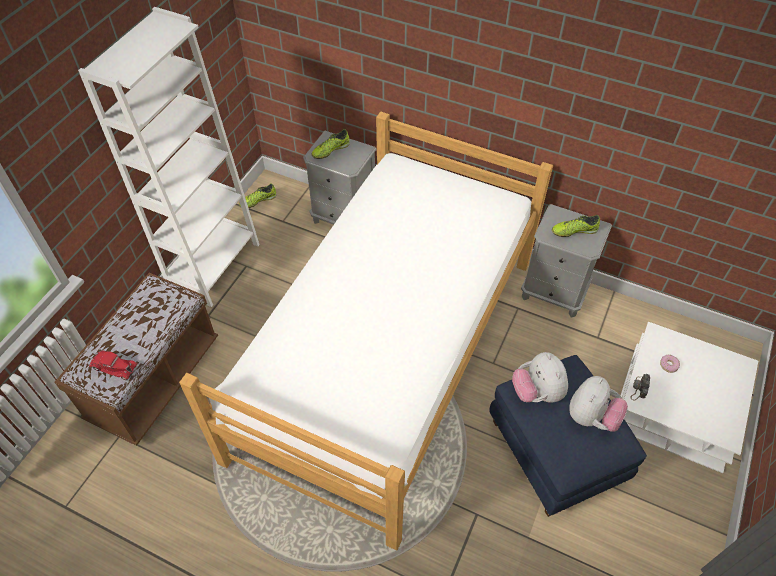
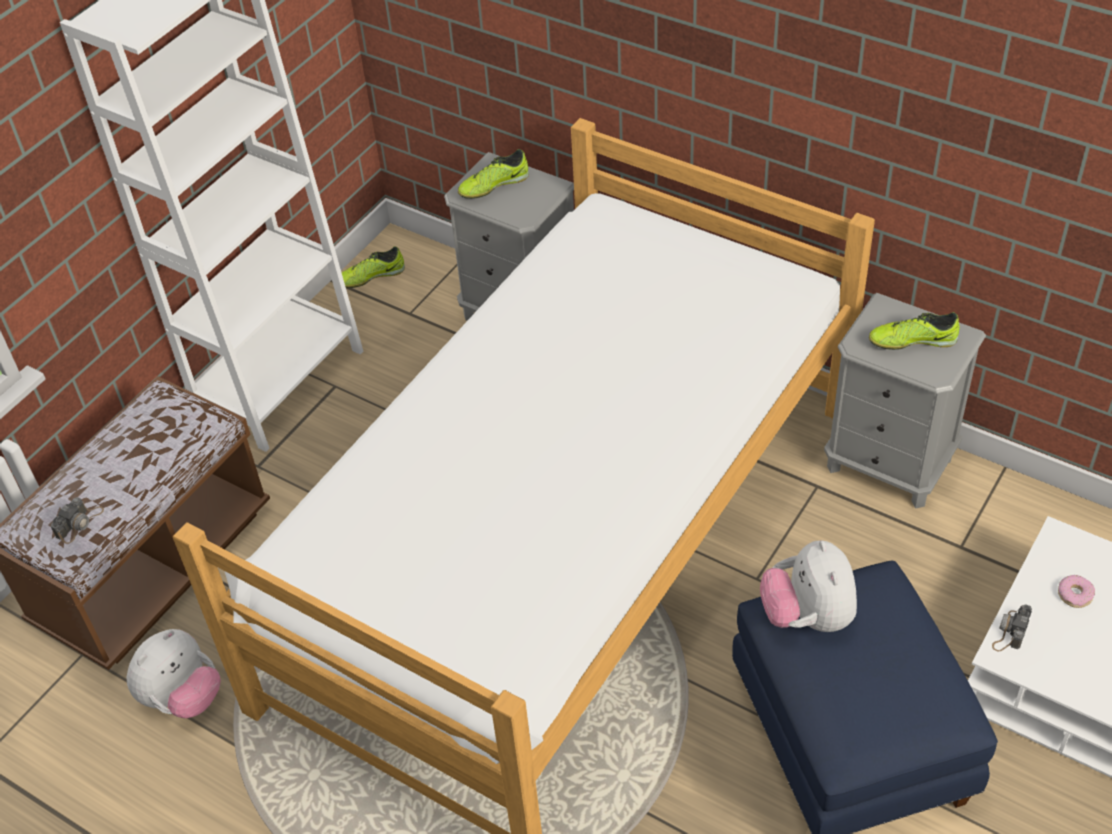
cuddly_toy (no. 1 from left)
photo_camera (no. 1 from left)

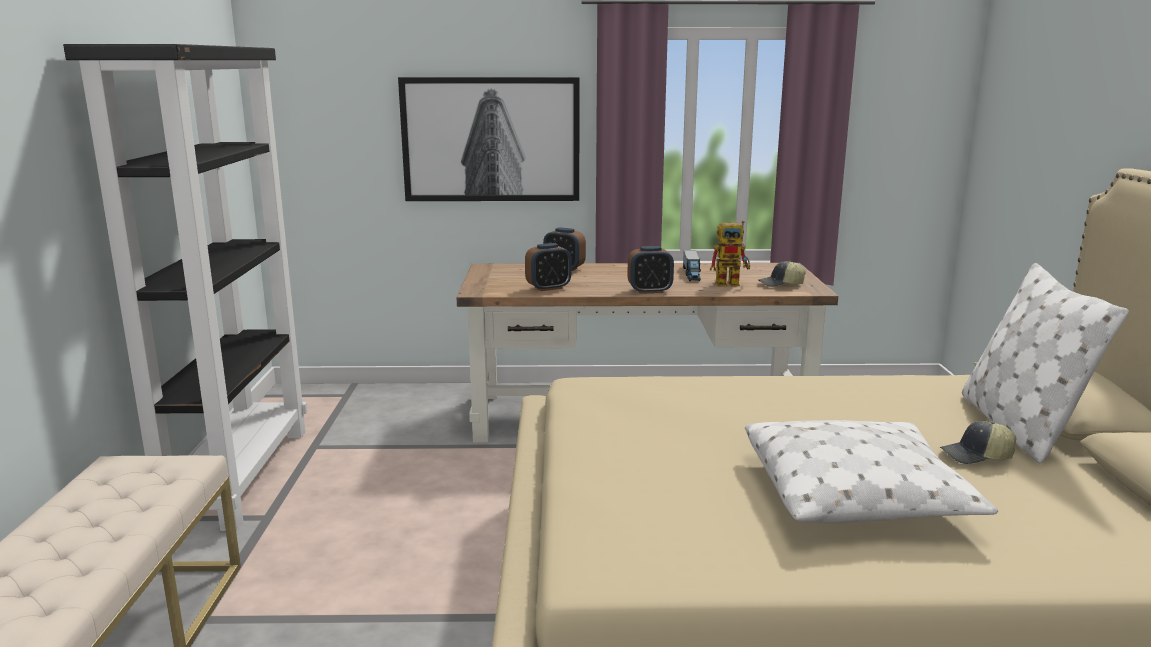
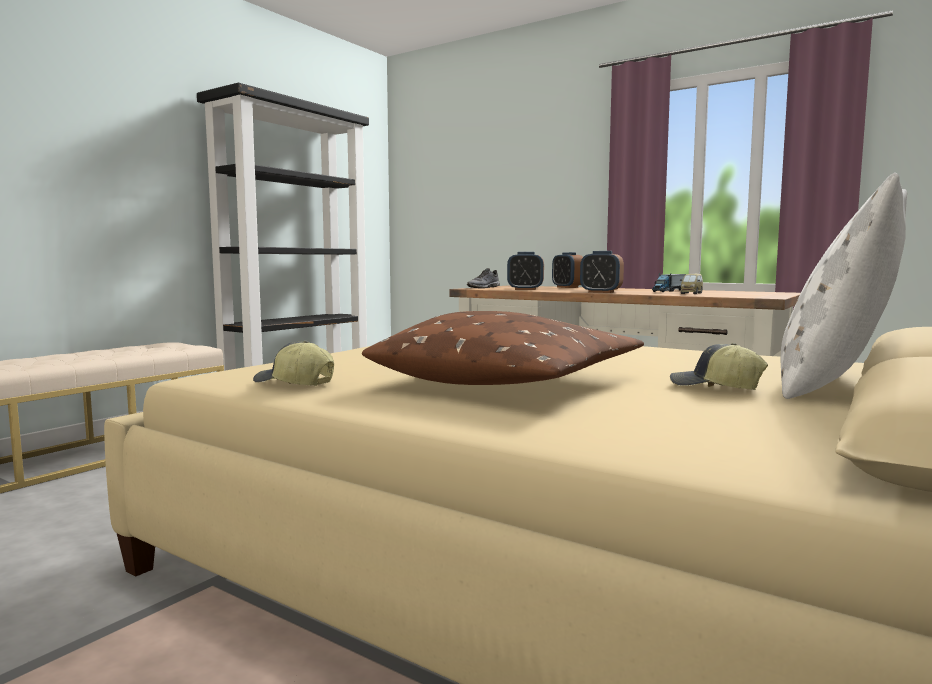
wall_picture
grey_item_of_footwear
cap (no. 1 from left)
toy_car
brownish_throw_pillow

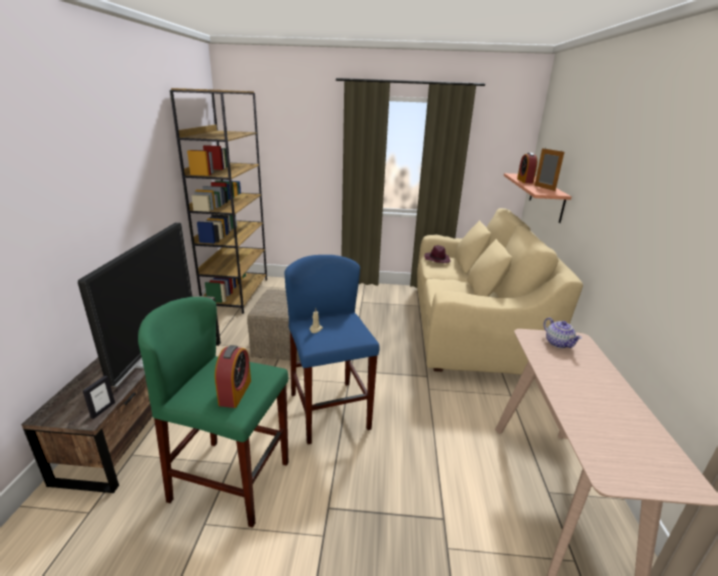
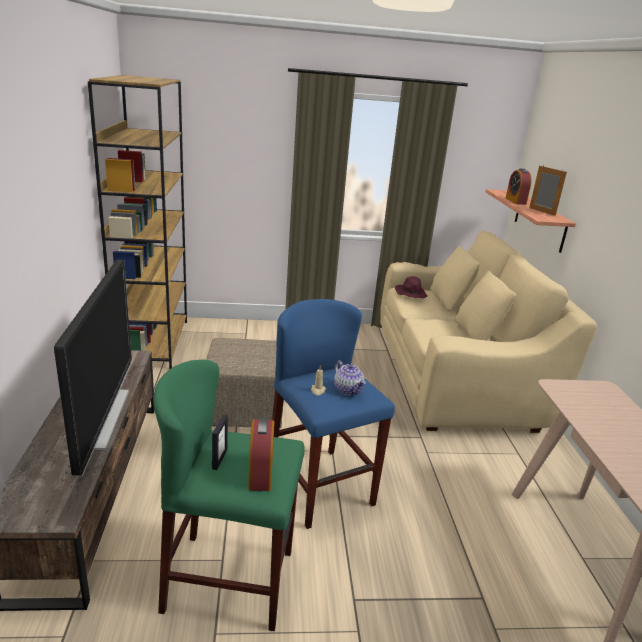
picture_frame (no. 1 from left)
pot_for_tea

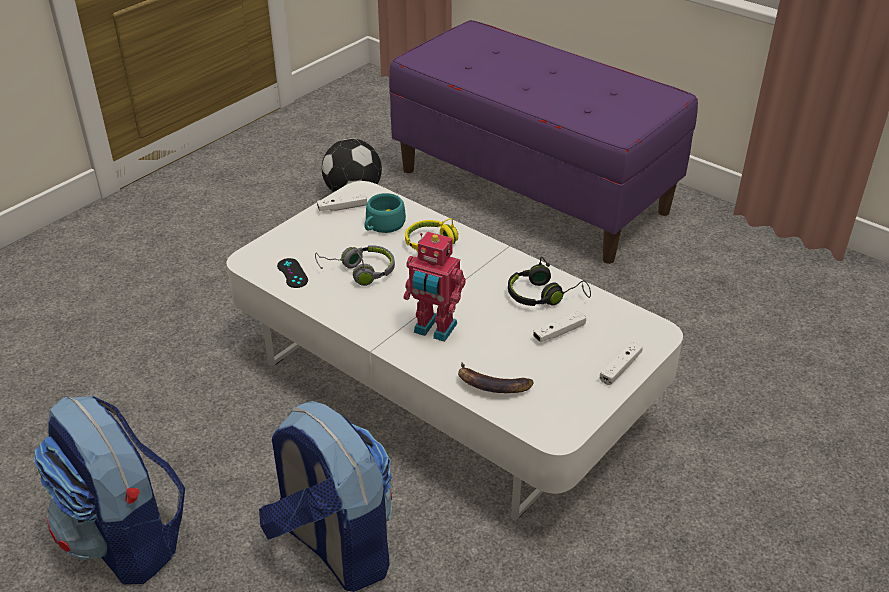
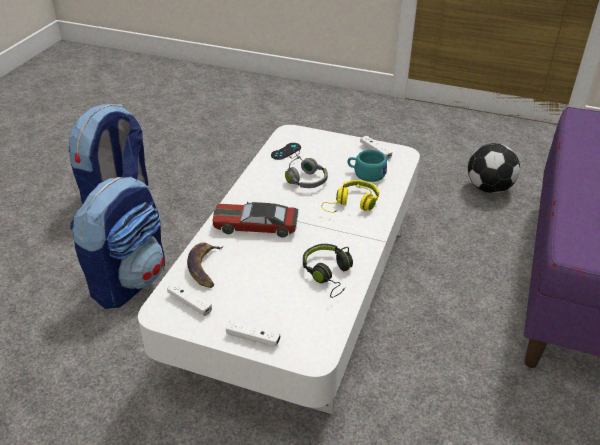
white_joypad (no. 1 from left)
toy_car

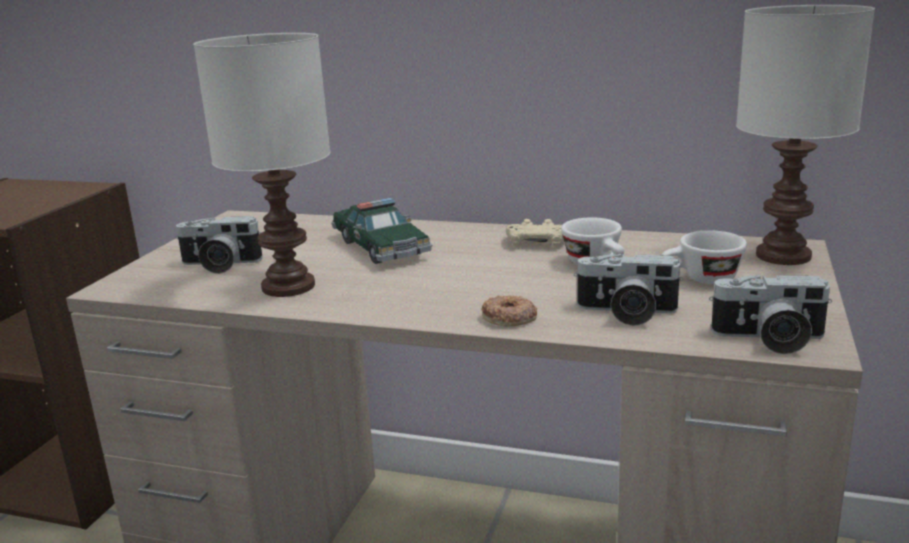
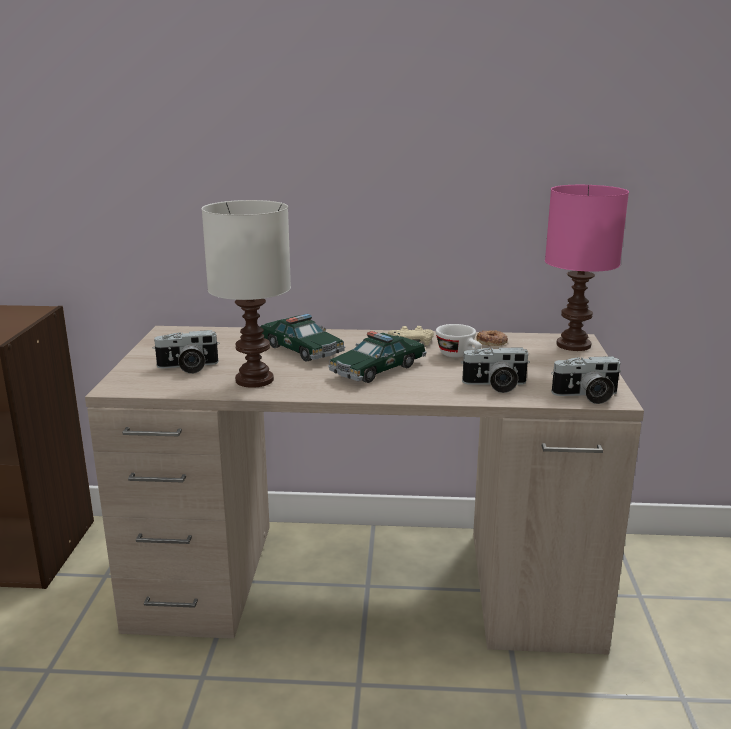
white_small_cup (no. 2 from left in the first image)
toy_car (no. 2 from left)
doughnut
pink-coloured_lamp_for_a_table

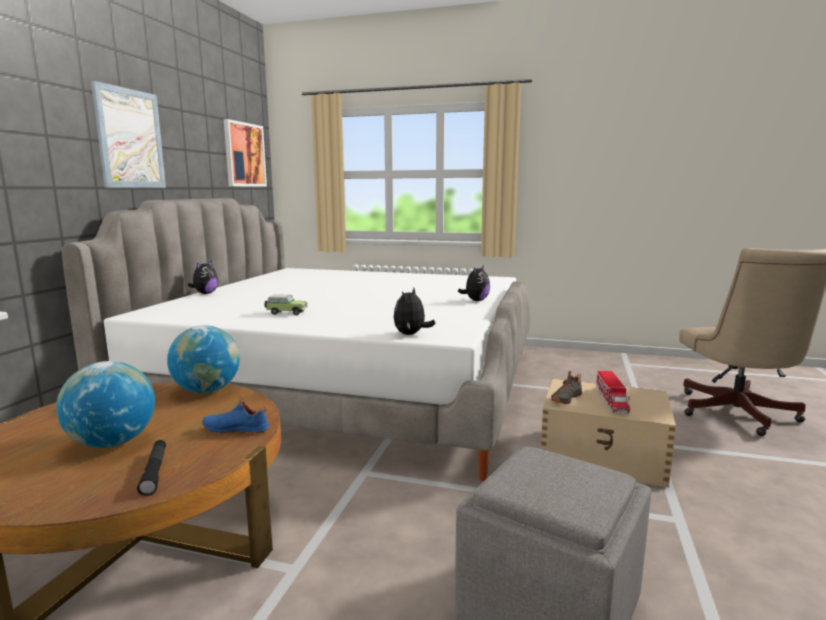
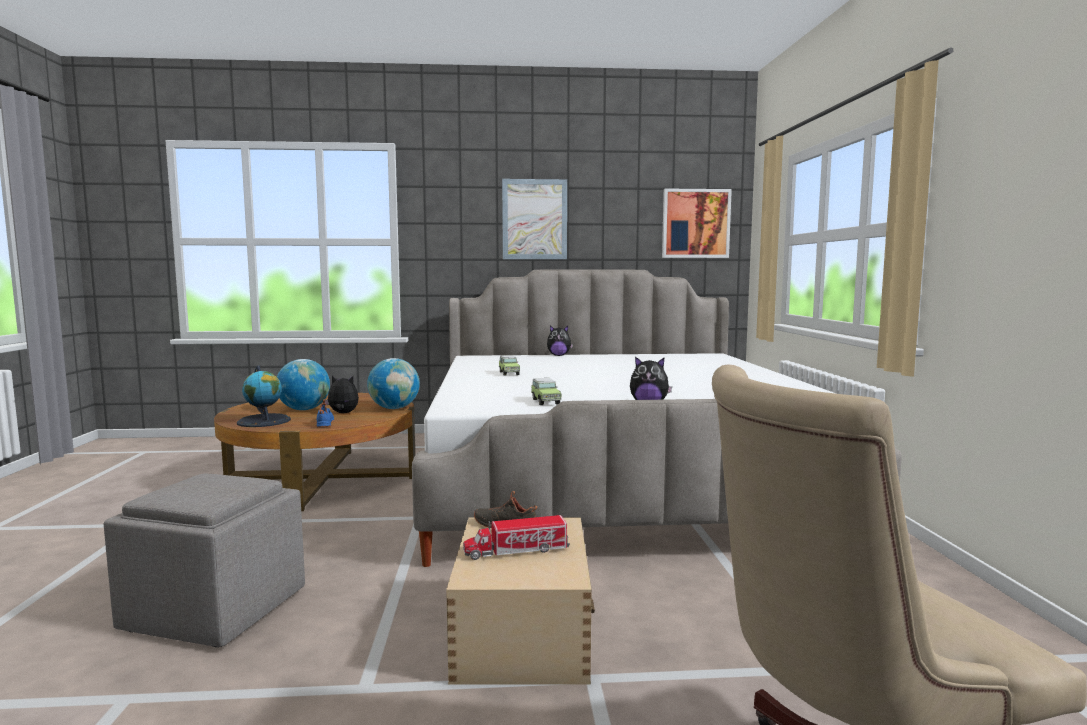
toy_car (no. 2 from left)
cuddly_toy (no. 1 from left)
desk_globe (no. 1 from left)

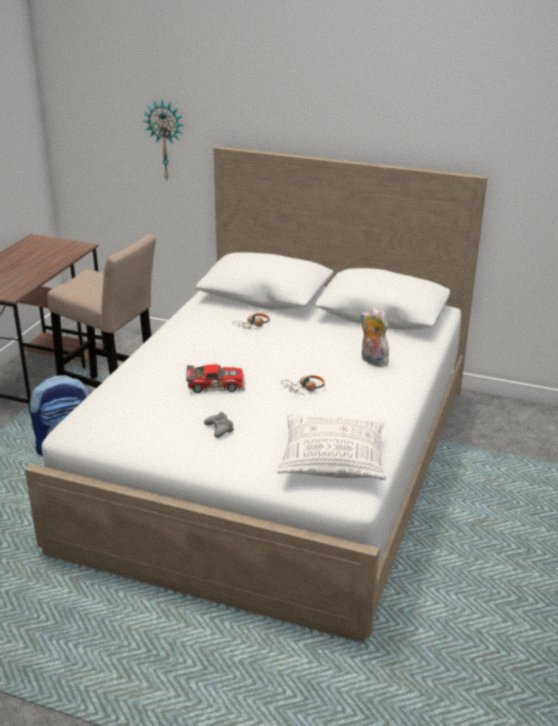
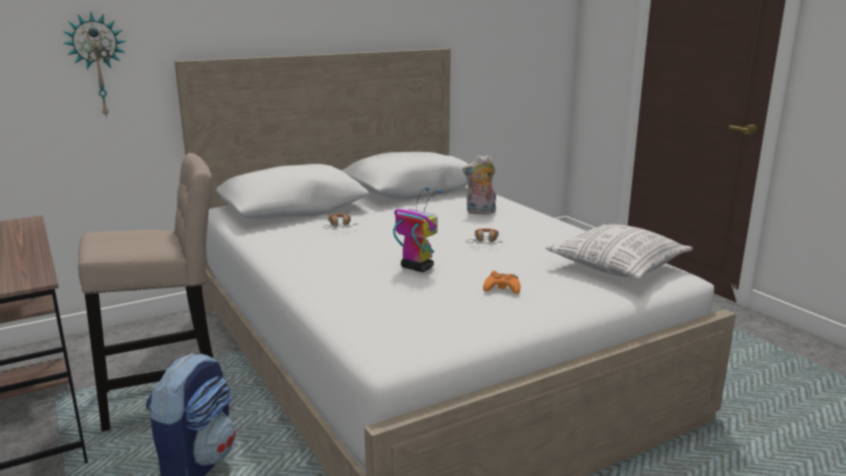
robot_figure
orange-coloured_joypad

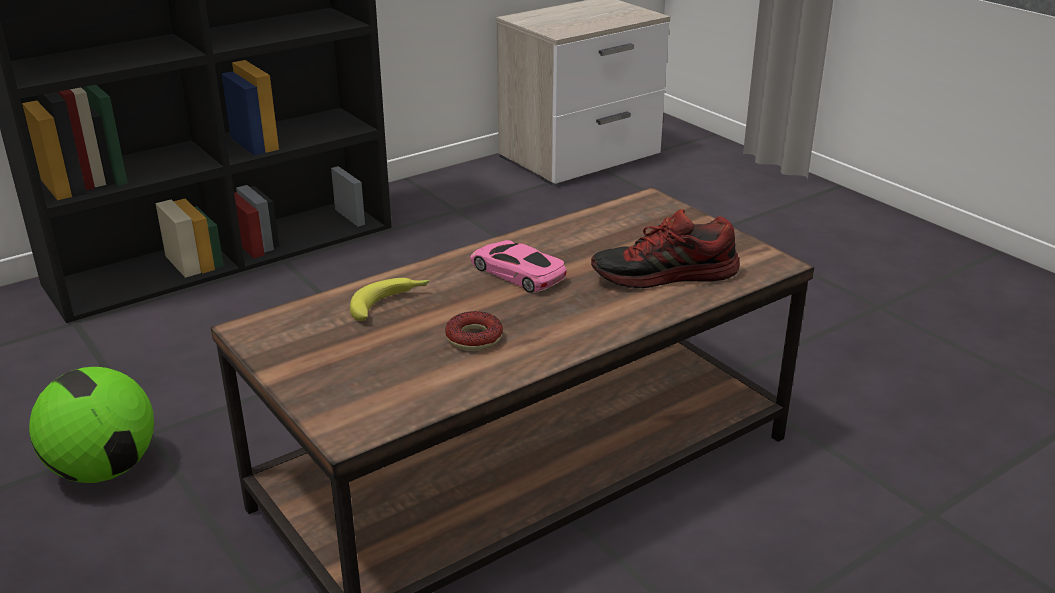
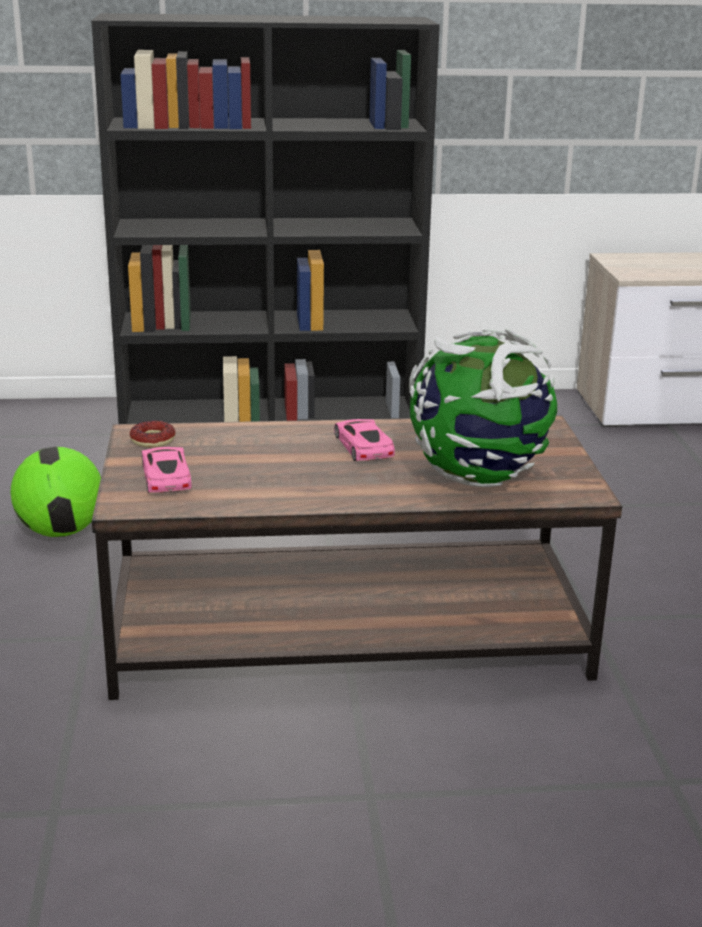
banana_fruit
pink-coloured_toy_car (no. 1 from left)
doughnut
desk_globe

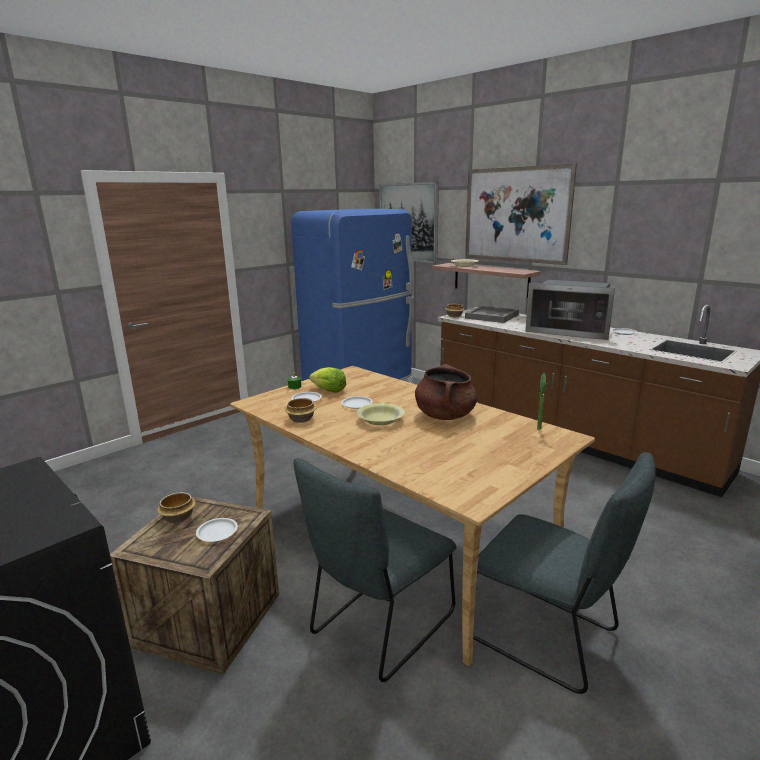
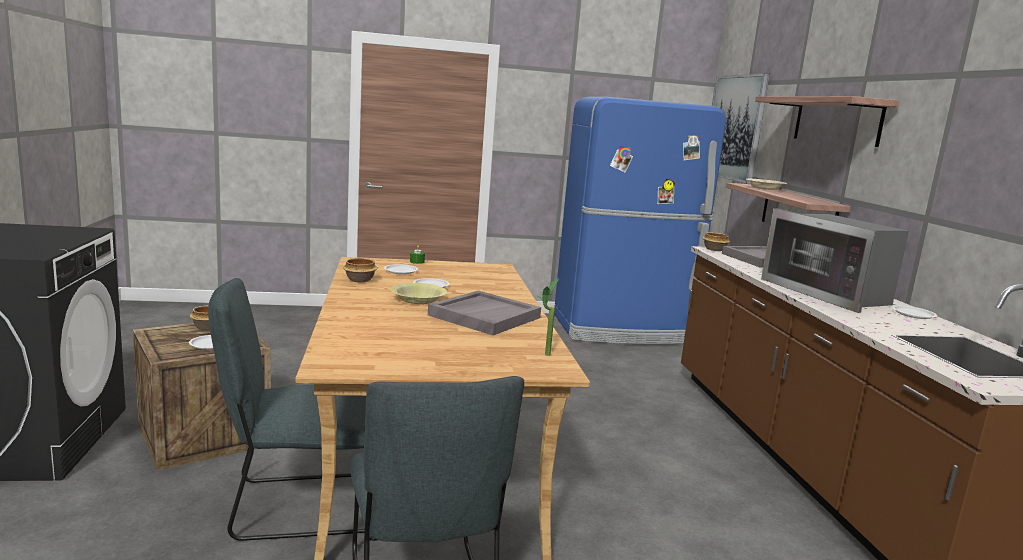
lettuce
grey_tray (no. 1 from left)
wall_shelf (no. 2 from left)

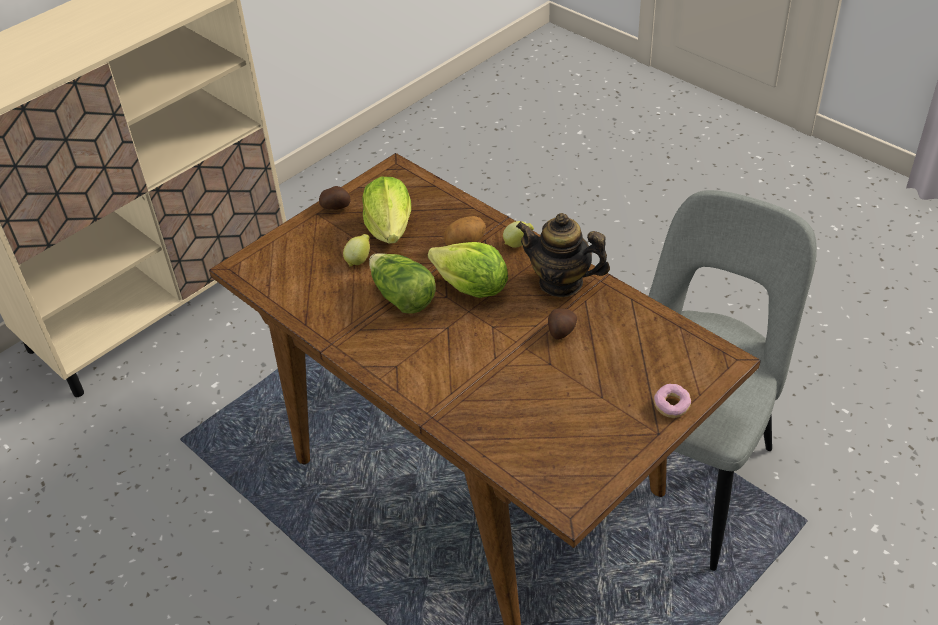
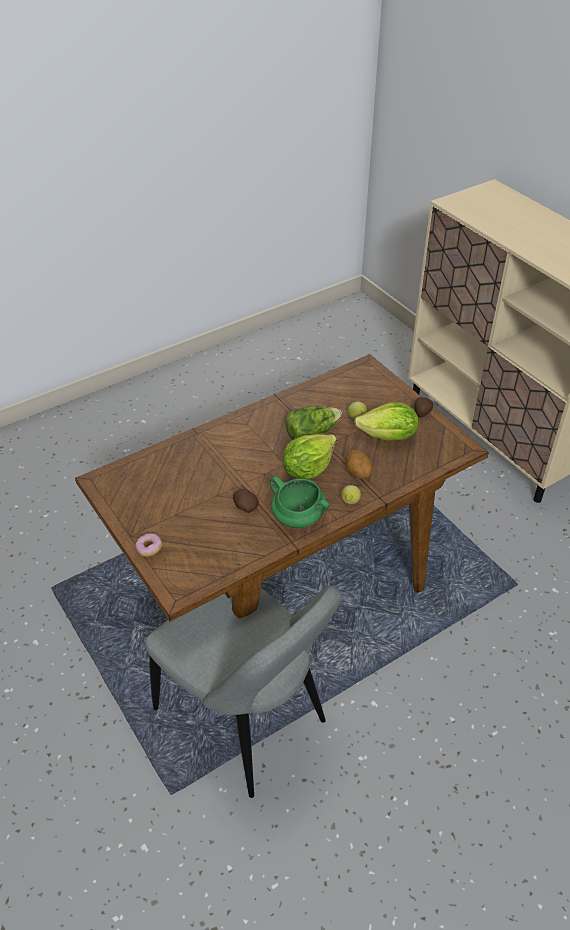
greenish_stockpot

